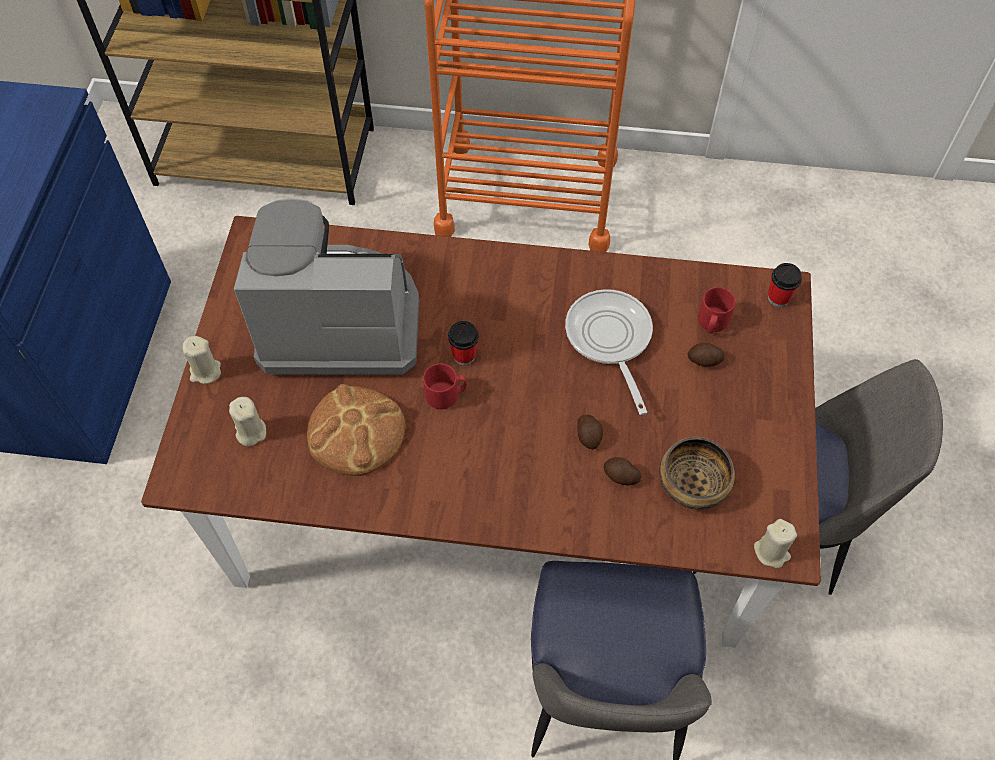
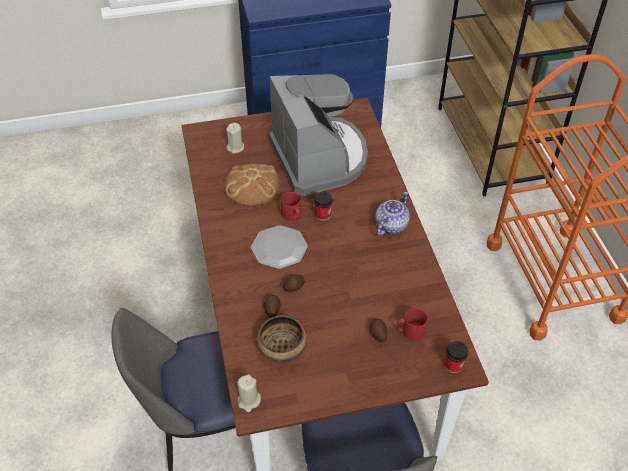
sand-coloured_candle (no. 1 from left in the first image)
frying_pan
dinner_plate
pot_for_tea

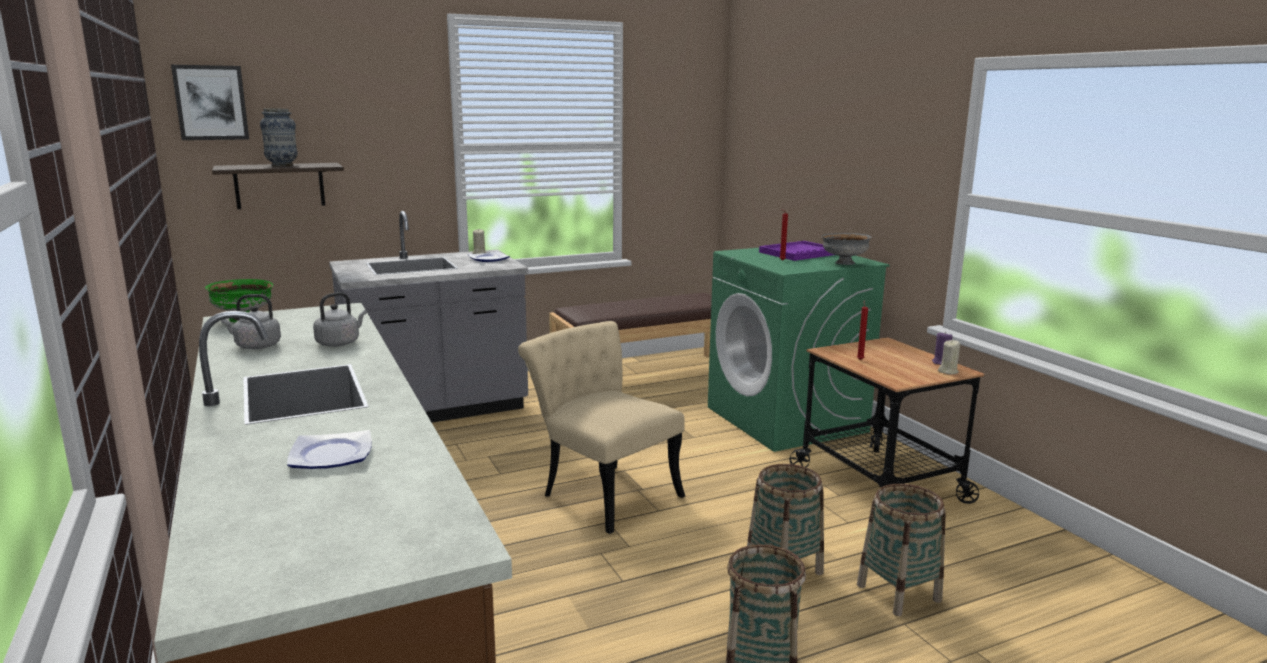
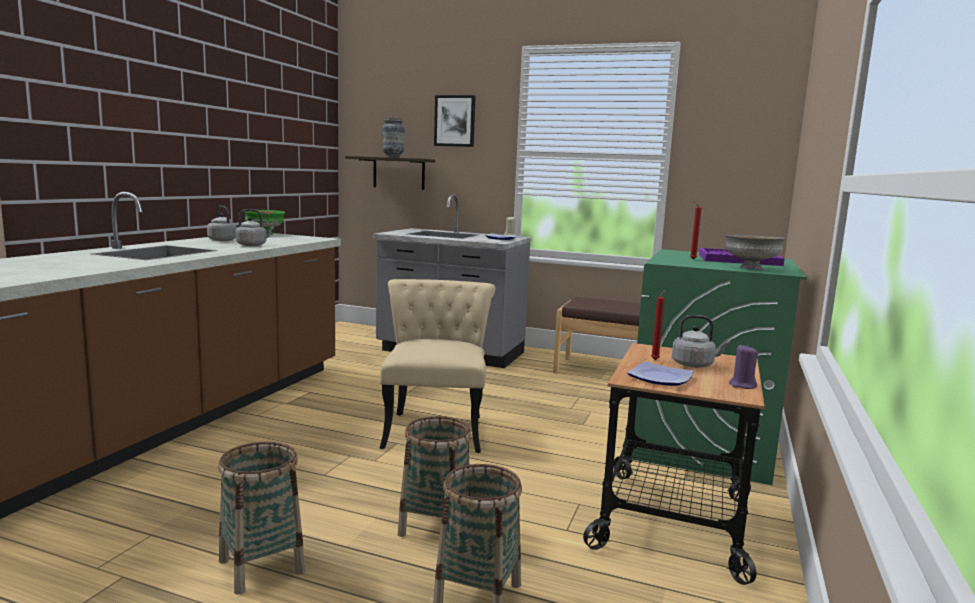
sand-coloured_candle (no. 2 from left in the first image)
grey_water_kettle (no. 3 from left)
wall_picture
dinner_plate (no. 2 from left)

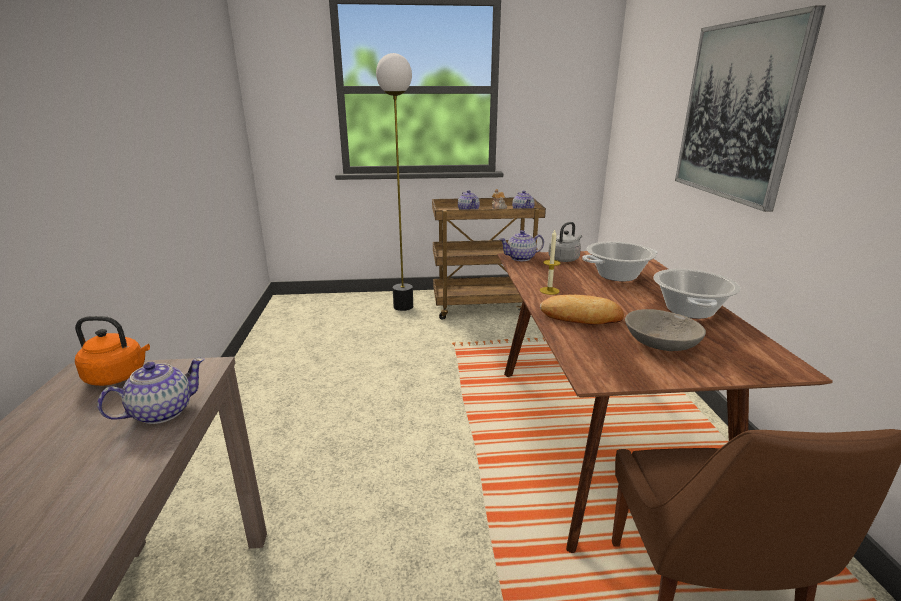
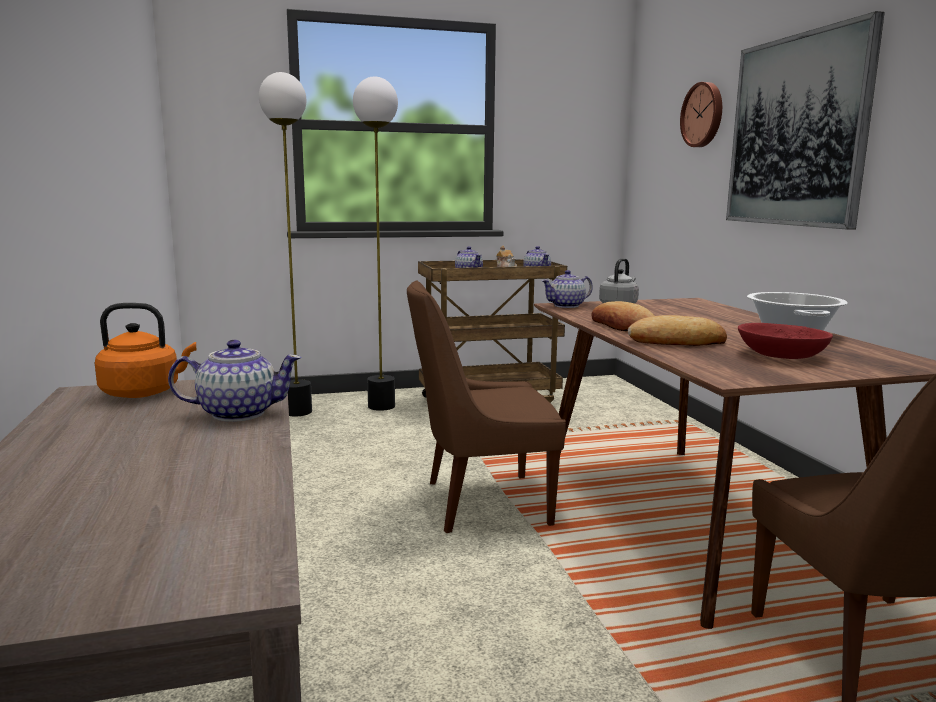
stockpot (no. 1 from left in the first image)
standard_lamp (no. 1 from left)
brownish_upright_chair (no. 1 from left)
wall_clock
bakery_bread (no. 1 from left)
reddish_bowl
pot_for_tea (no. 1 from left)

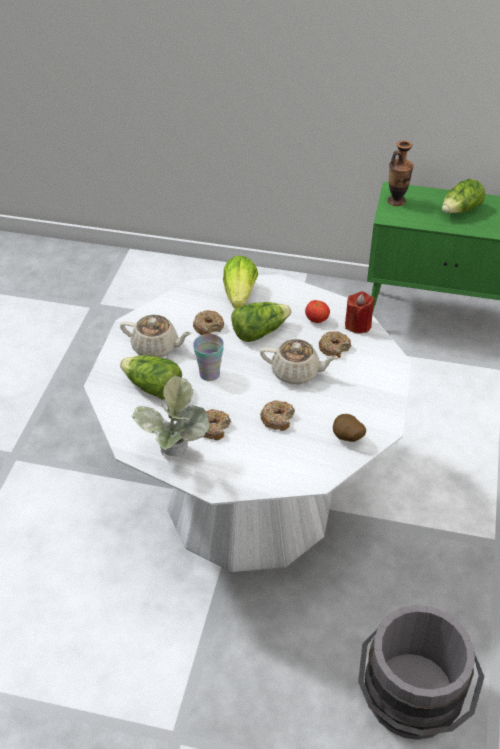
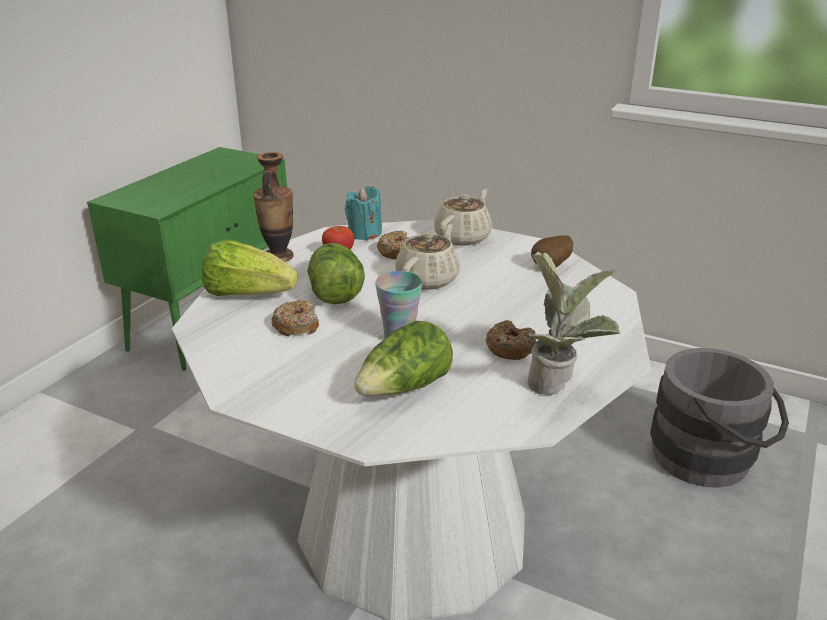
doughnut (no. 3 from left in the first image)
lettuce (no. 4 from left in the first image)
sand-coloured_pot_for_tea (no. 2 from left)
vase
turquoise_candle

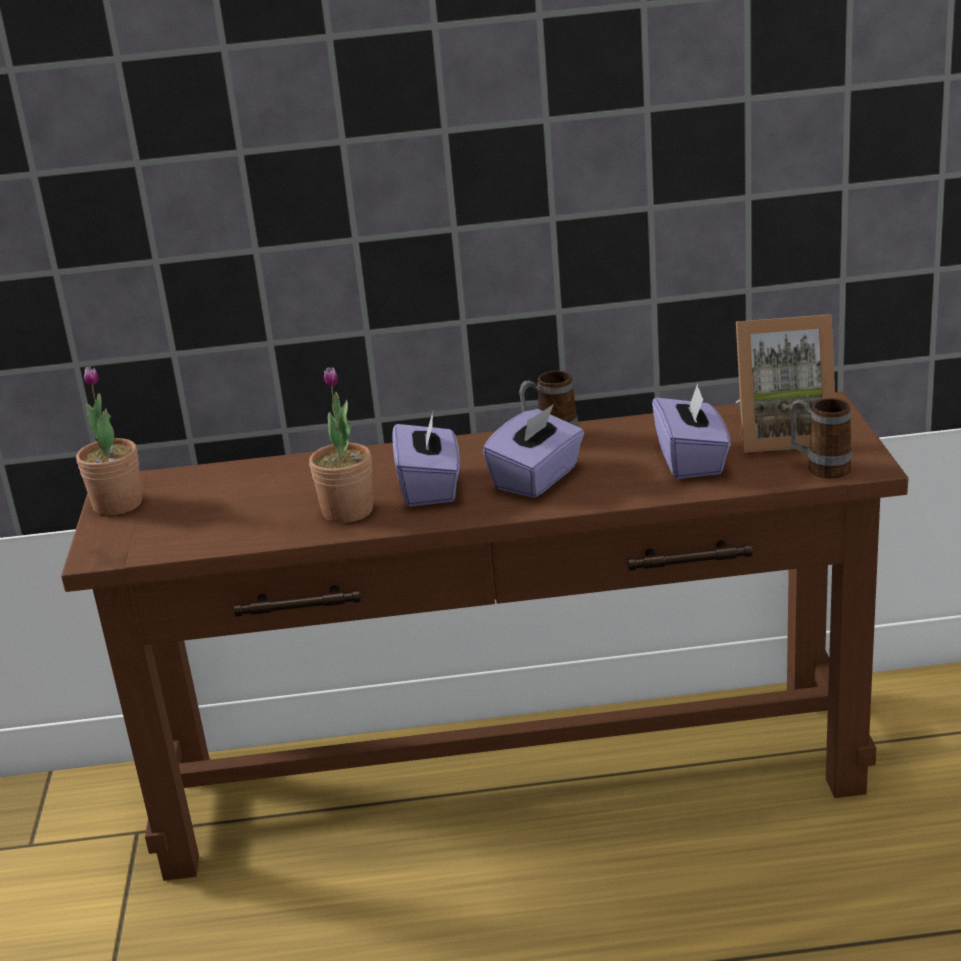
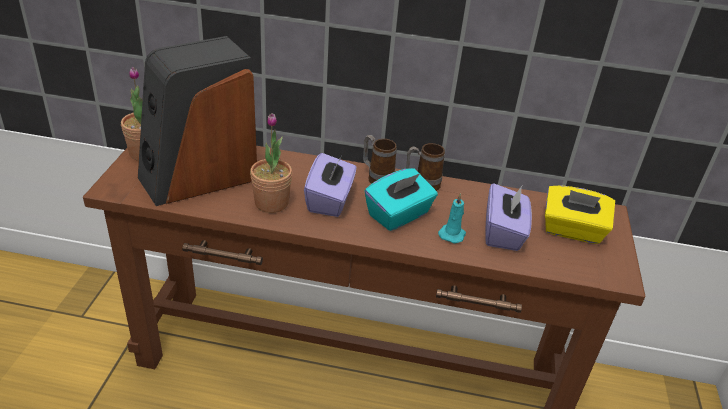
loudspeaker
turquoise_candle
coffee_mug (no. 1 from left)
yellow_tissue_box
turquoise_tissue_box

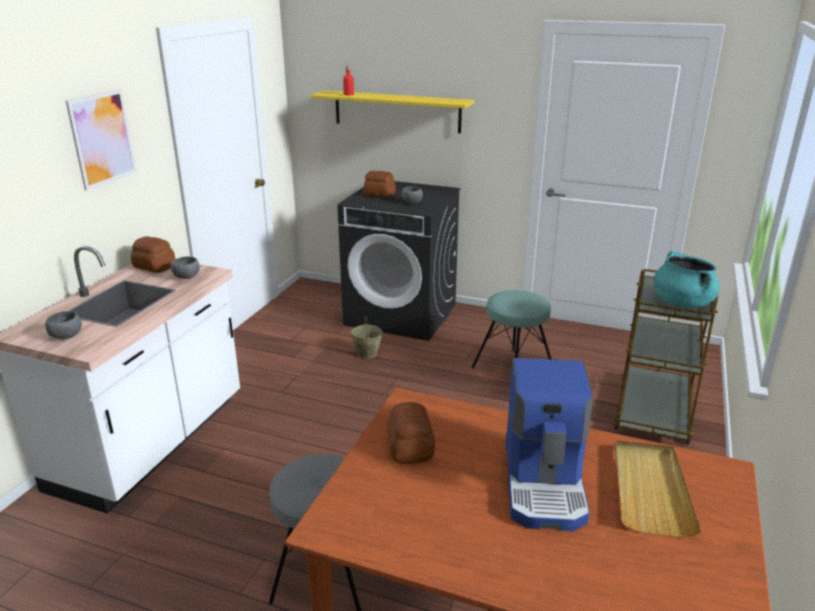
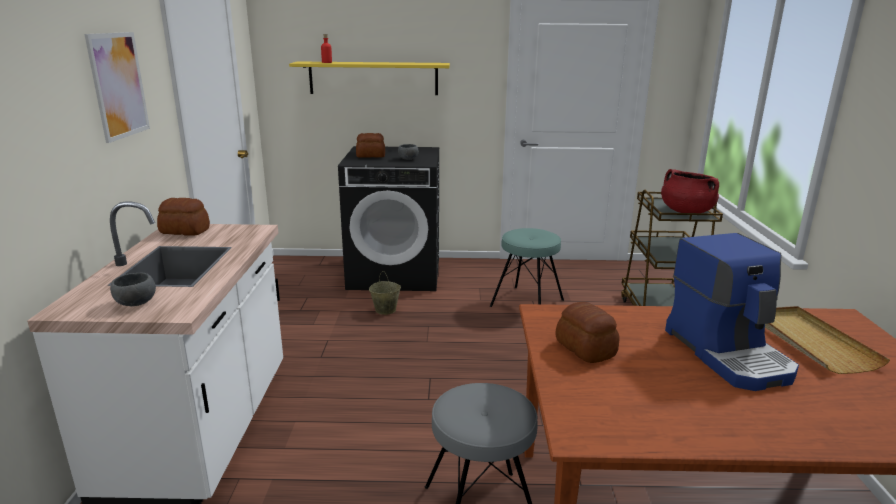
grey_bowl (no. 2 from left in the first image)
reddish_stockpot

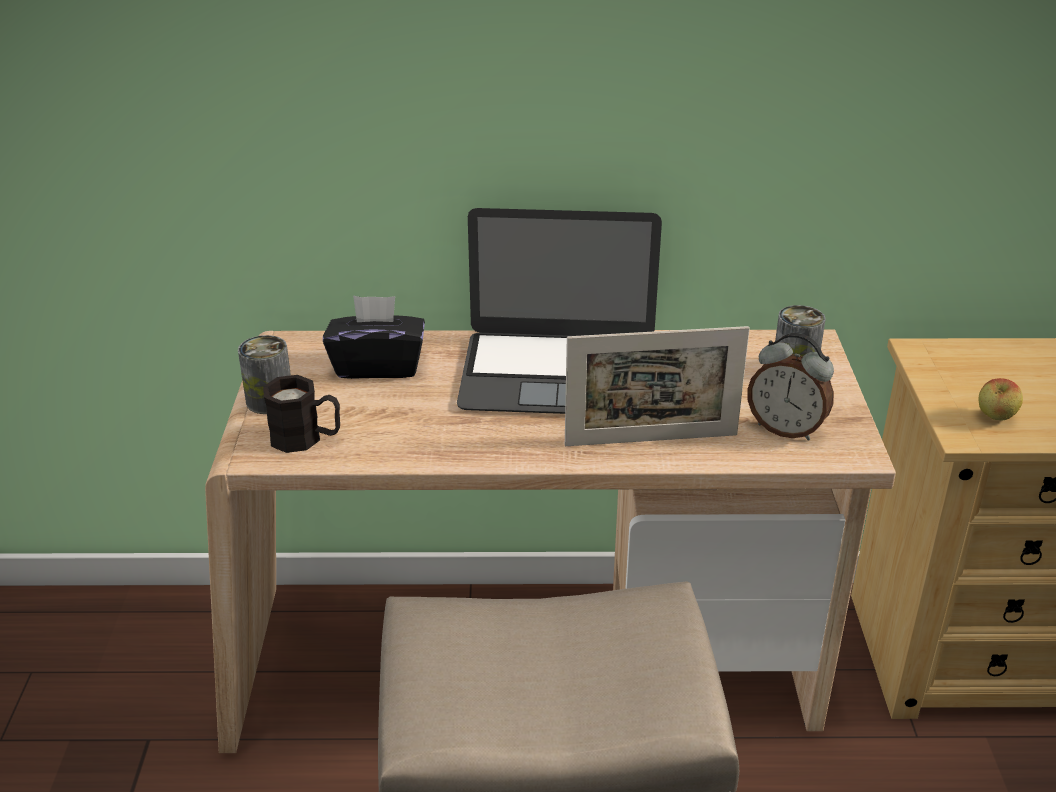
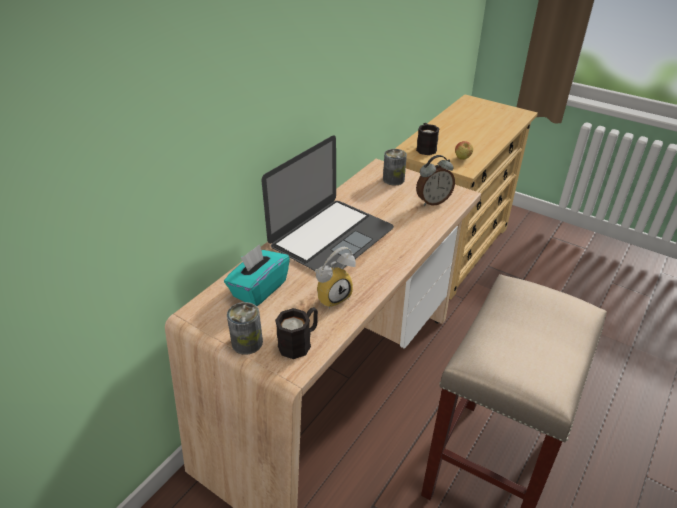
picture_frame
alarm_clock (no. 1 from left)
black_coffee_mug (no. 2 from left)
turquoise_tissue_box

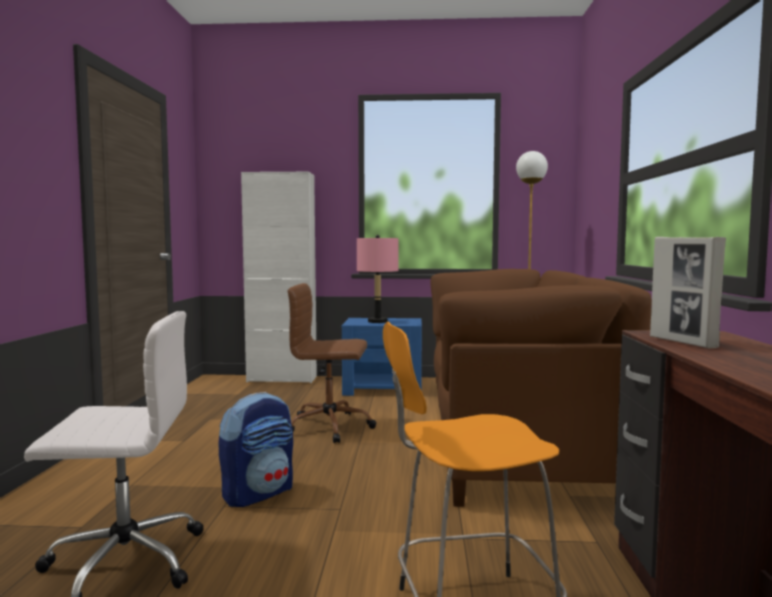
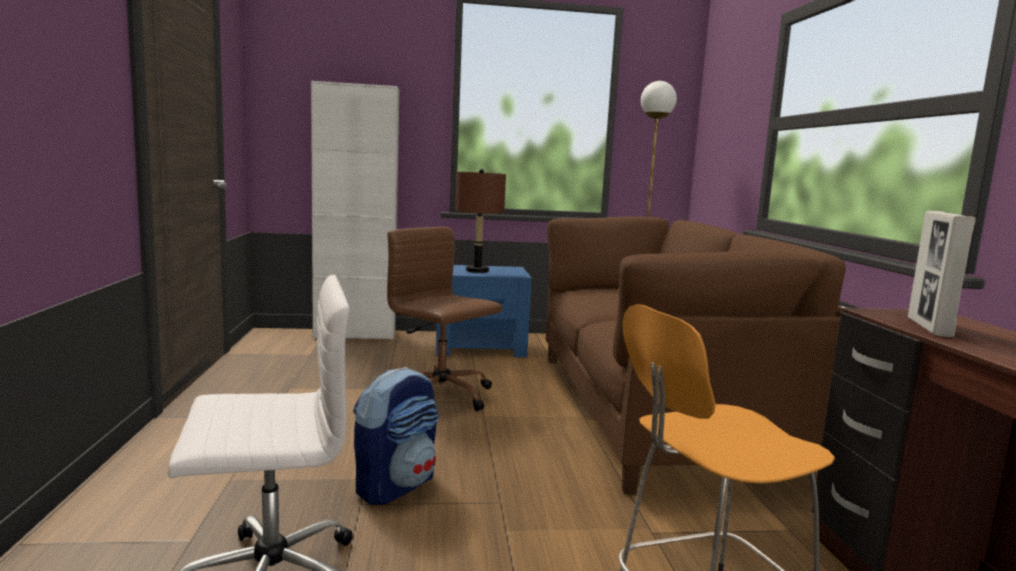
brownish_lamp_for_a_table
brownish_office_chair
picture_frame

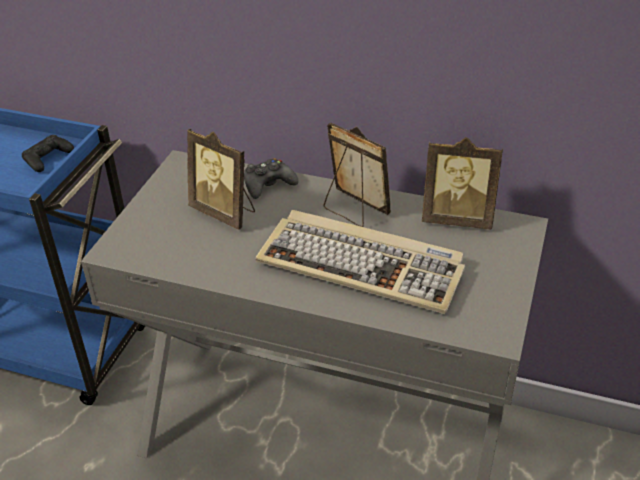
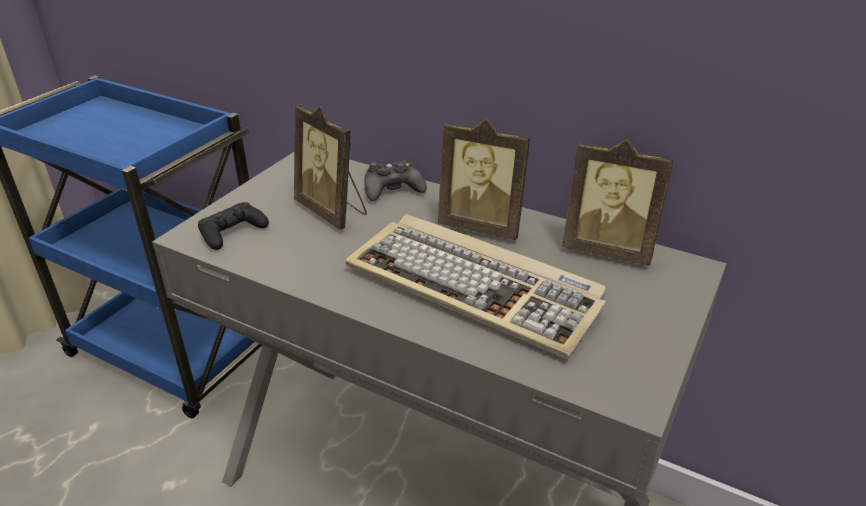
black_joypad (no. 1 from left)
picture_frame (no. 2 from left)

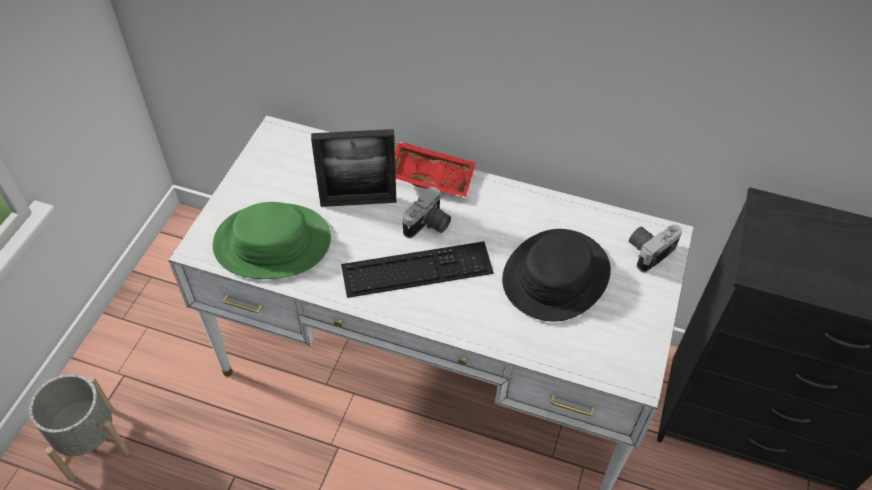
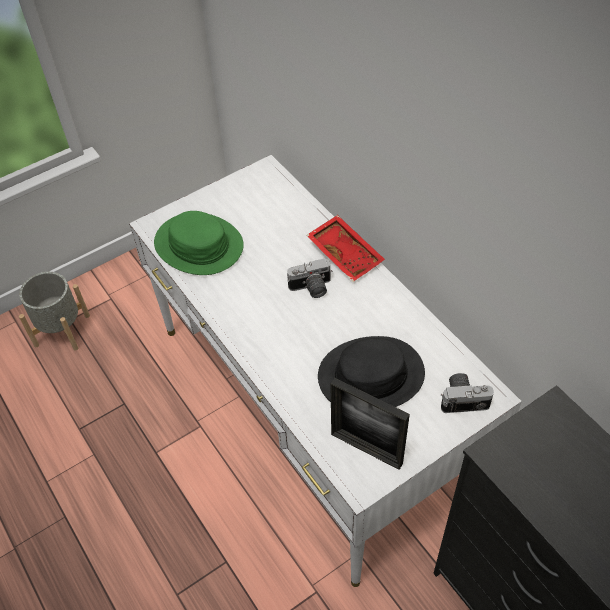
PC_keyboard
picture_frame

